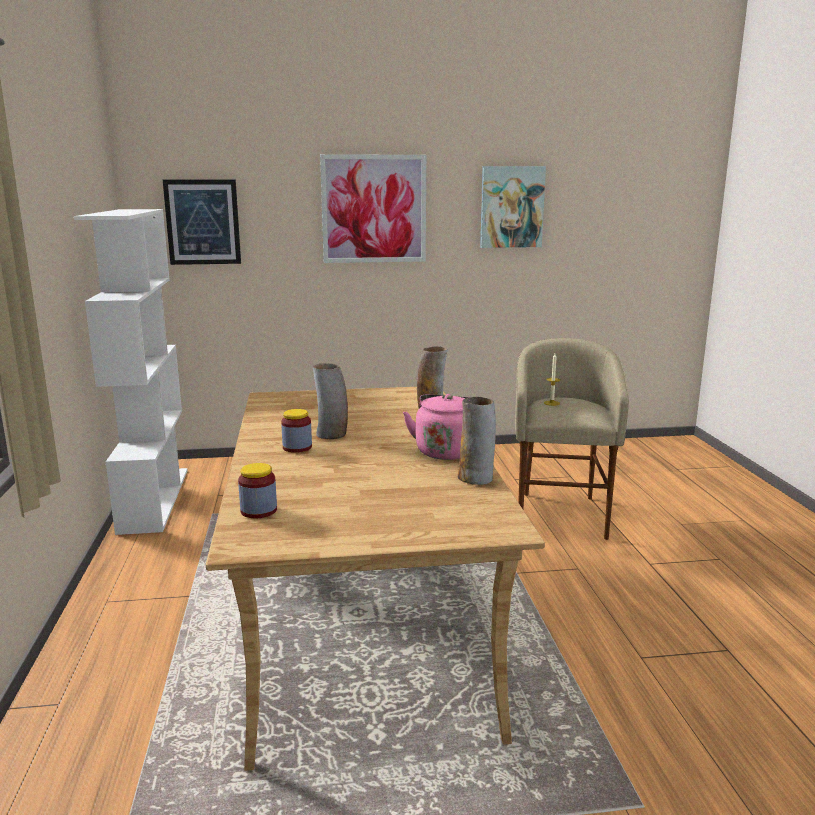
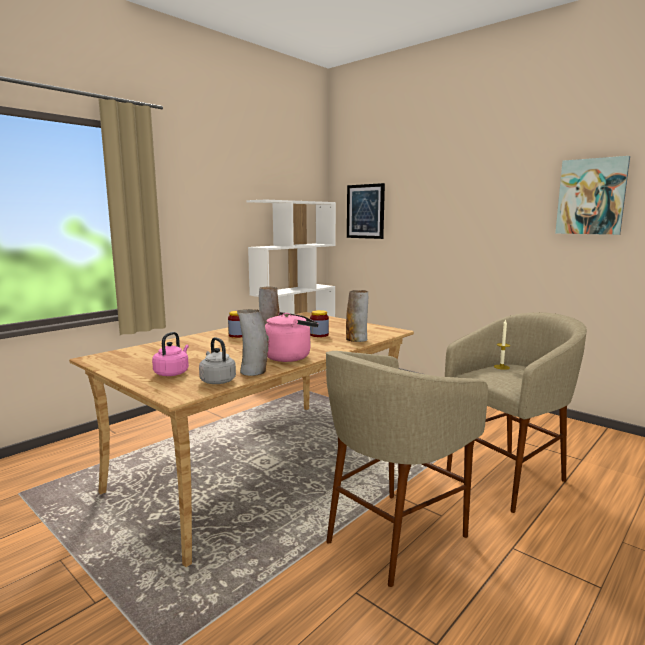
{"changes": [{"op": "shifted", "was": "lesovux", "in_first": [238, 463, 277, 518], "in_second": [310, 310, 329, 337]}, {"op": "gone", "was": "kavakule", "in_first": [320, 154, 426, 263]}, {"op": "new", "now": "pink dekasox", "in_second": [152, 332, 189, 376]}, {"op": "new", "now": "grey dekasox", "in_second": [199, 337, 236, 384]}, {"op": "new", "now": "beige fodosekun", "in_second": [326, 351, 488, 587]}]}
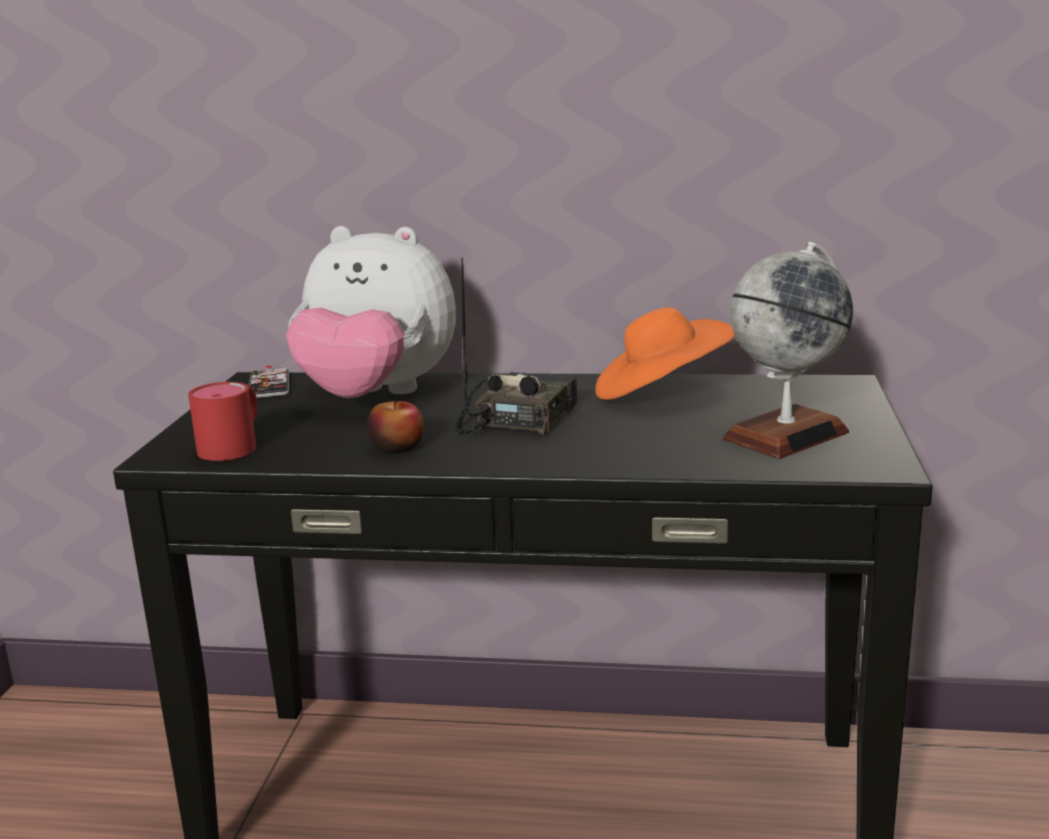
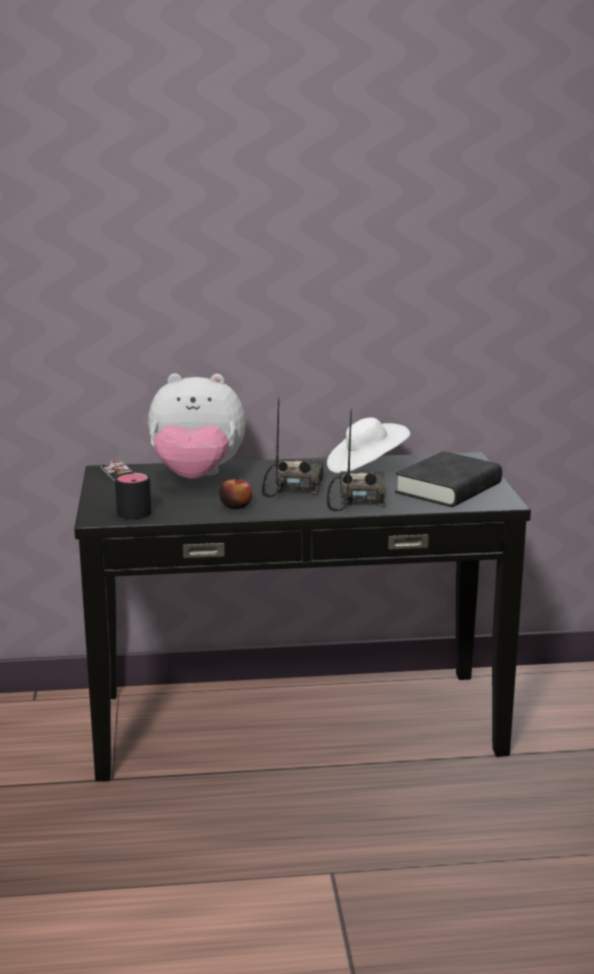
{"changes": [{"op": "repainted", "was": "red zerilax", "now": "black zerilax", "in_first": [188, 382, 258, 461], "in_second": [115, 472, 152, 519]}, {"op": "repainted", "was": "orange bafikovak", "now": "white bafikovak", "in_first": [595, 307, 734, 400], "in_second": [327, 418, 410, 473]}, {"op": "swapped", "was": "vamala", "now": "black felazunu", "in_first": [723, 242, 853, 459], "in_second": [395, 451, 502, 507]}, {"op": "new", "now": "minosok", "in_second": [327, 408, 386, 511]}]}
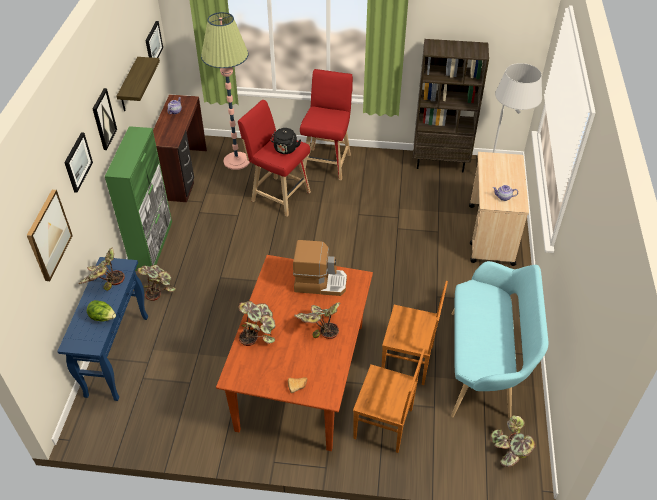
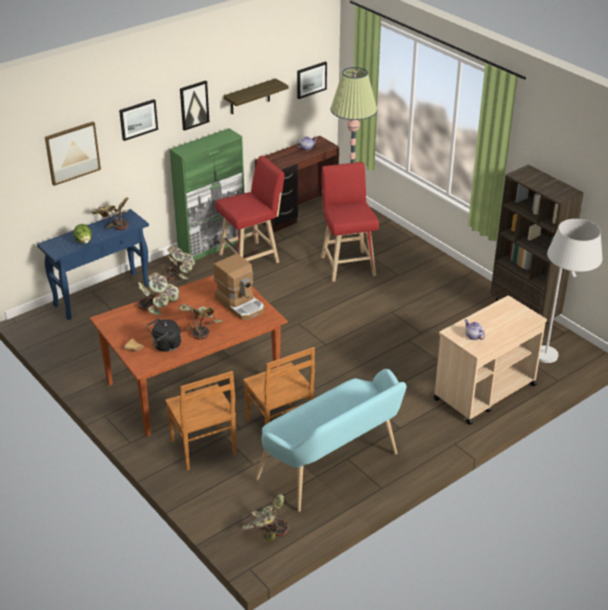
{"changes": [{"op": "shifted", "was": "black dekasox", "in_first": [271, 128, 301, 154], "in_second": [146, 318, 181, 352]}, {"op": "shifted", "was": "red fodosekun", "in_first": [300, 69, 353, 181], "in_second": [215, 156, 285, 263]}]}
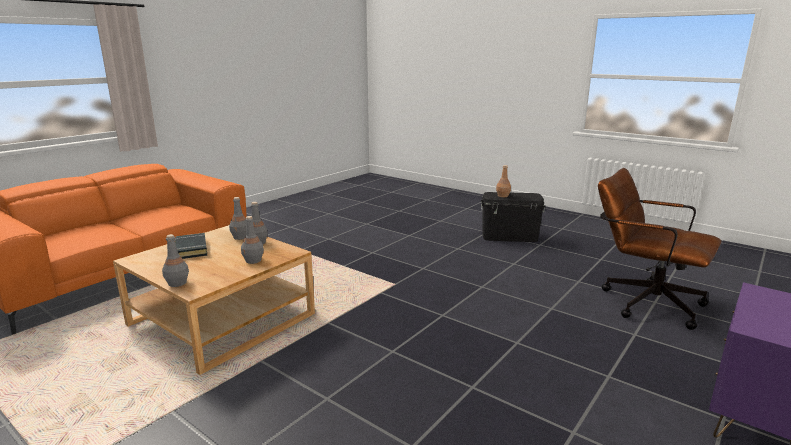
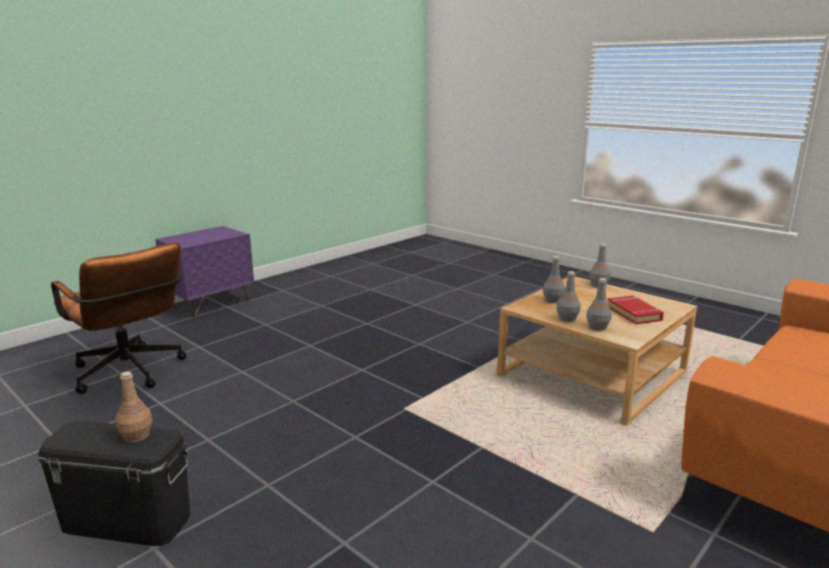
{"changes": [{"op": "repainted", "was": "black felazunu", "now": "red felazunu", "in_first": [175, 233, 207, 259], "in_second": [607, 296, 664, 324]}]}
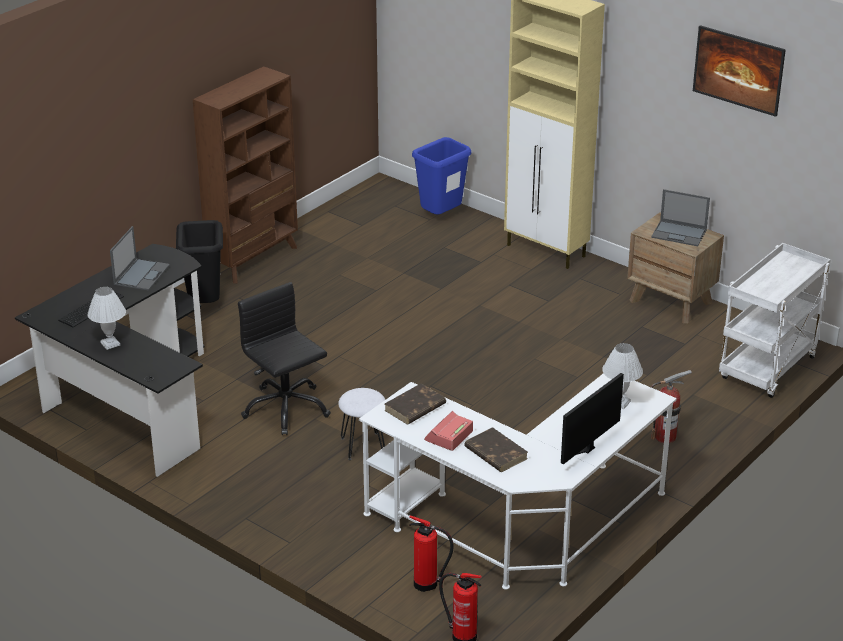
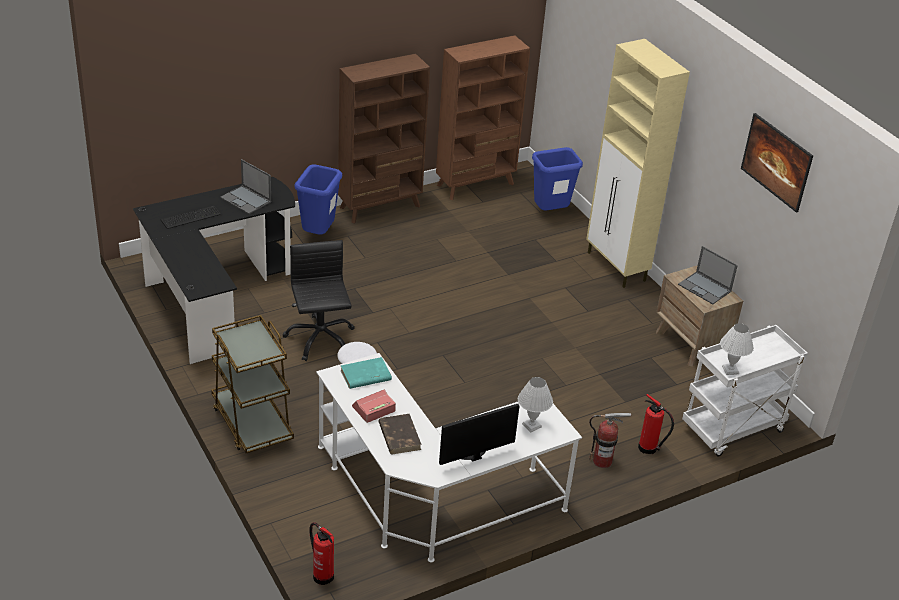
{"changes": [{"op": "shifted", "was": "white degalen", "in_first": [87, 287, 126, 350], "in_second": [720, 323, 754, 375]}, {"op": "rotated", "was": "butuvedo", "in_first": [110, 226, 170, 291], "in_second": [220, 159, 271, 214], "clockwise": 90}, {"op": "repainted", "was": "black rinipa", "now": "blue rinipa", "in_first": [176, 220, 223, 303], "in_second": [294, 164, 342, 235]}, {"op": "repainted", "was": "brown felazunu", "now": "turquoise felazunu", "in_first": [384, 383, 446, 425], "in_second": [341, 357, 392, 389]}, {"op": "shifted", "was": "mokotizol", "in_first": [409, 516, 454, 592], "in_second": [638, 394, 674, 454]}, {"op": "new", "now": "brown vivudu", "in_second": [211, 315, 294, 453]}, {"op": "new", "now": "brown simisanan", "in_second": [436, 35, 530, 200]}]}
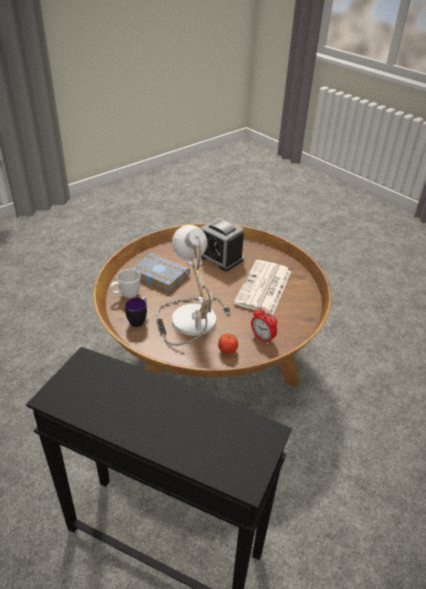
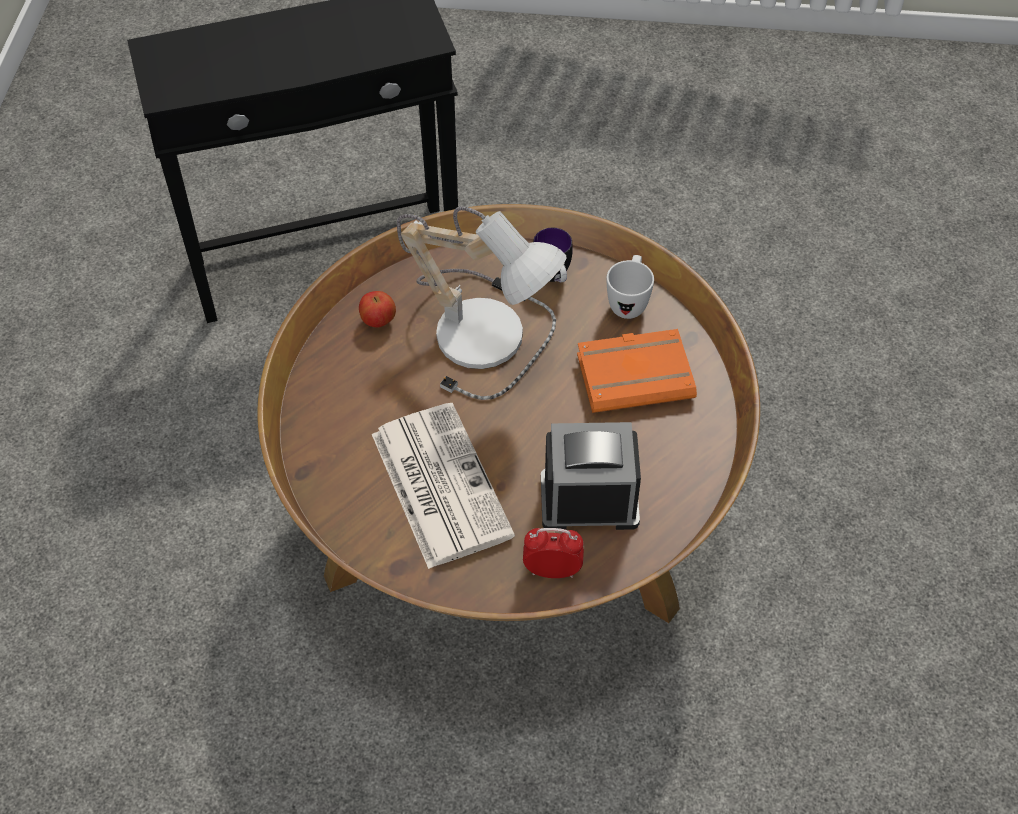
{"changes": [{"op": "repainted", "was": "grey felazunu", "now": "orange felazunu", "in_first": [131, 253, 190, 292], "in_second": [577, 329, 697, 413]}, {"op": "shifted", "was": "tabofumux", "in_first": [251, 307, 277, 344], "in_second": [523, 528, 584, 578]}]}
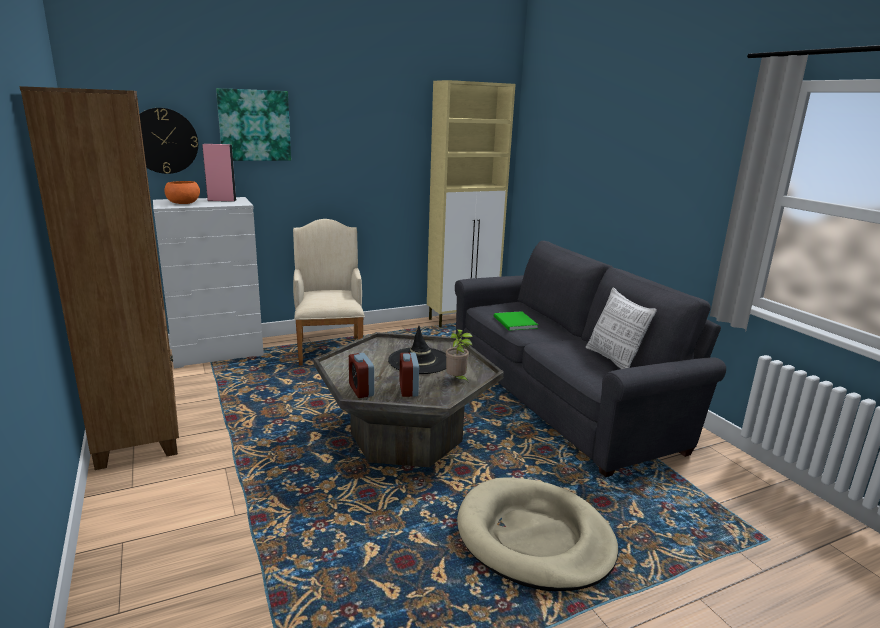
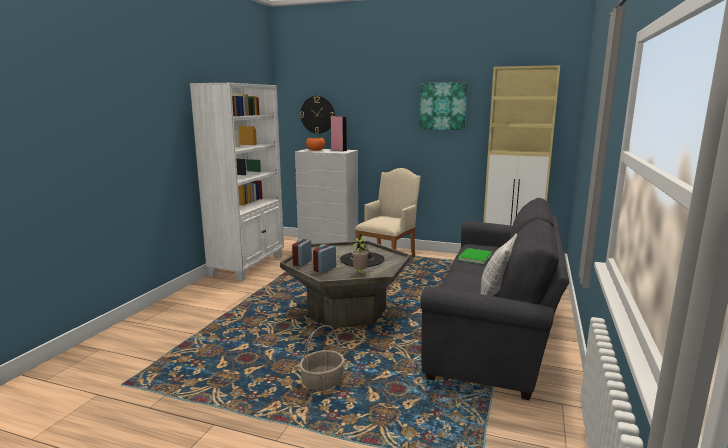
{"changes": [{"op": "repainted", "was": "brown simisanan", "now": "white simisanan", "in_first": [19, 86, 179, 470], "in_second": [190, 83, 284, 281]}, {"op": "shifted", "was": "kavakule", "in_first": [216, 88, 291, 161], "in_second": [420, 82, 467, 130]}, {"op": "swapped", "was": "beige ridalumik", "now": "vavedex", "in_first": [457, 477, 619, 591], "in_second": [299, 325, 345, 391]}]}
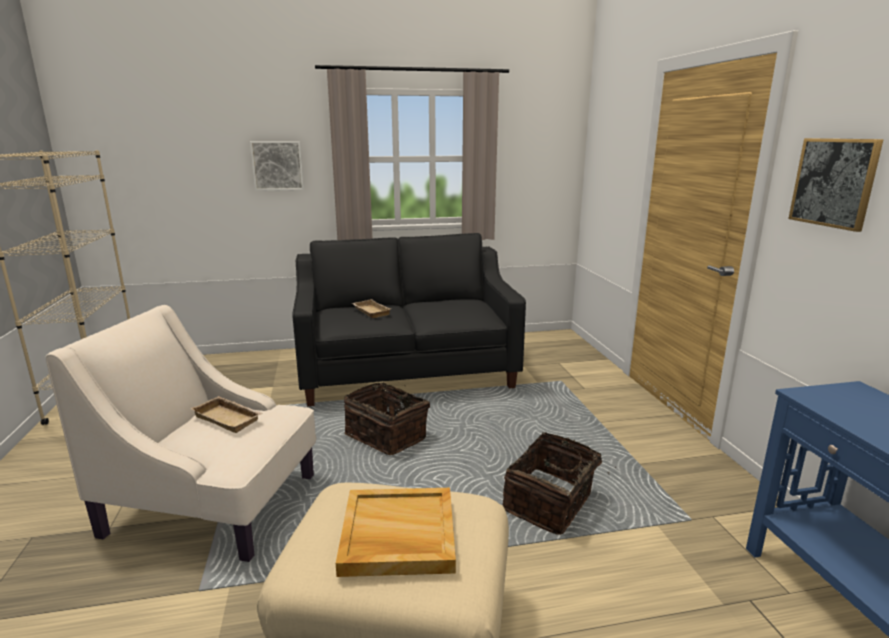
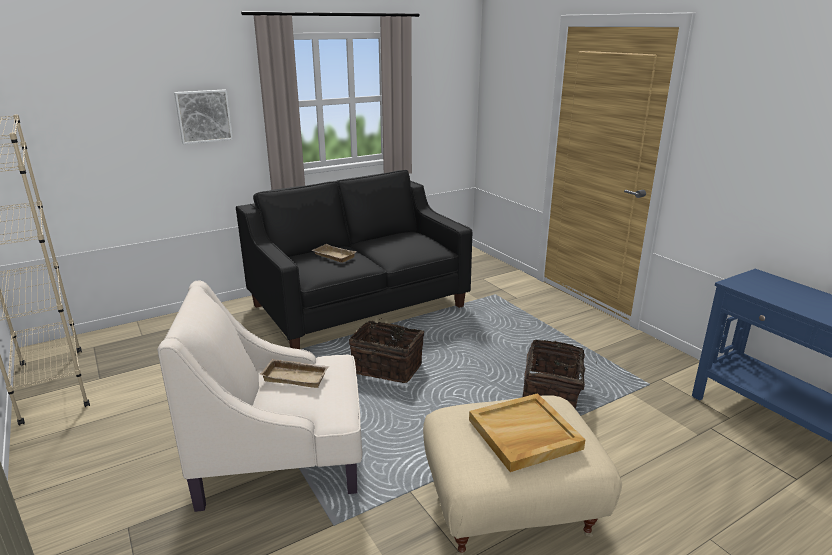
{"changes": [{"op": "gone", "was": "kavakule", "in_first": [788, 138, 884, 232]}]}
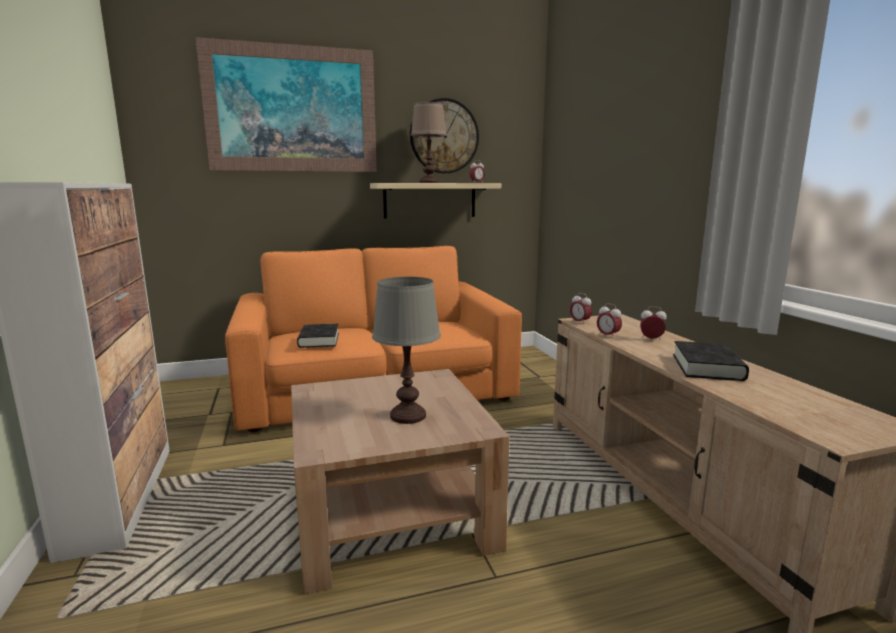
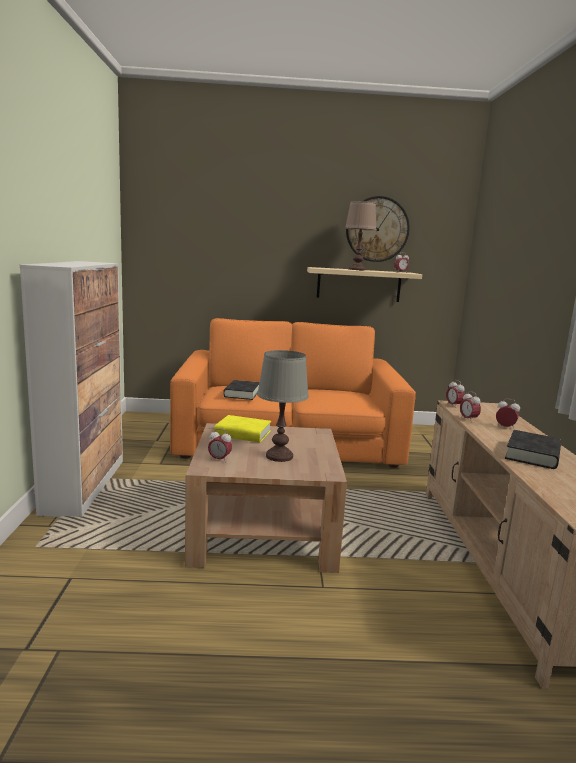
{"changes": [{"op": "gone", "was": "kavakule", "in_first": [195, 37, 377, 172]}, {"op": "new", "now": "tabofumux", "in_second": [208, 429, 232, 462]}, {"op": "new", "now": "yellow felazunu", "in_second": [214, 415, 271, 442]}]}
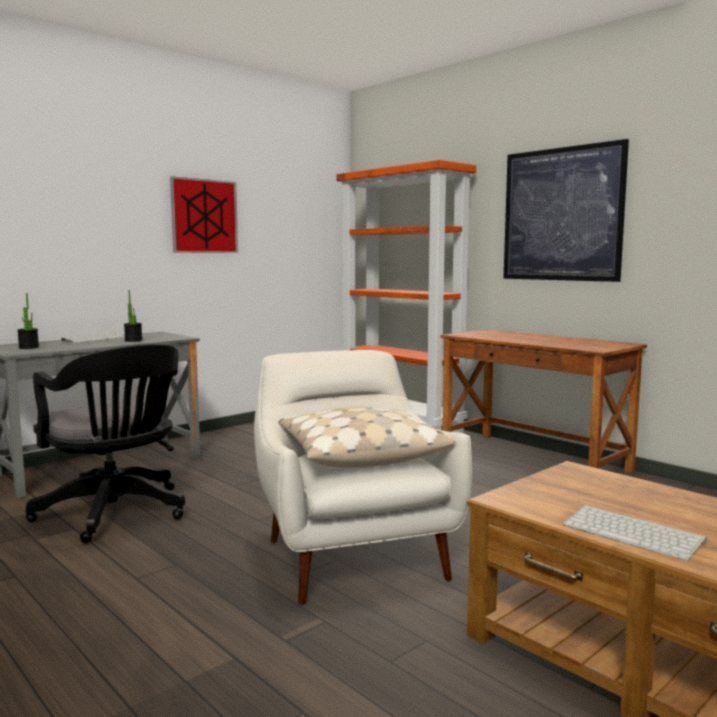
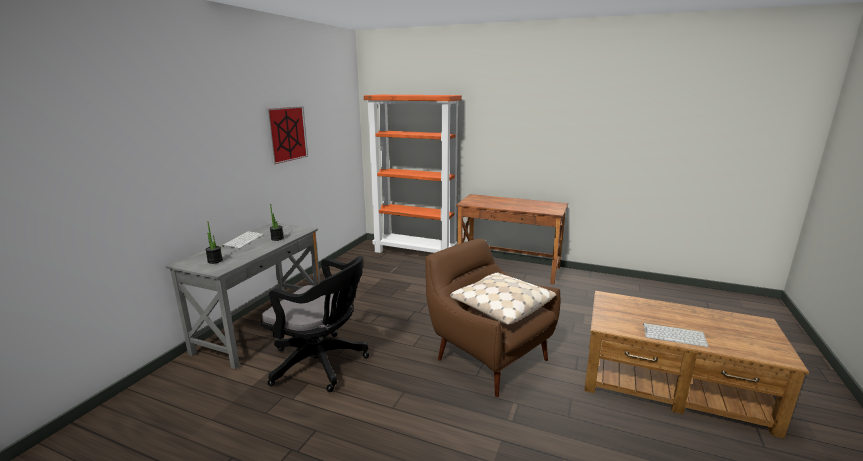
{"changes": [{"op": "repainted", "was": "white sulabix", "now": "brown sulabix", "in_first": [254, 350, 472, 605], "in_second": [425, 239, 560, 397]}, {"op": "gone", "was": "kavakule", "in_first": [504, 139, 629, 282]}]}
